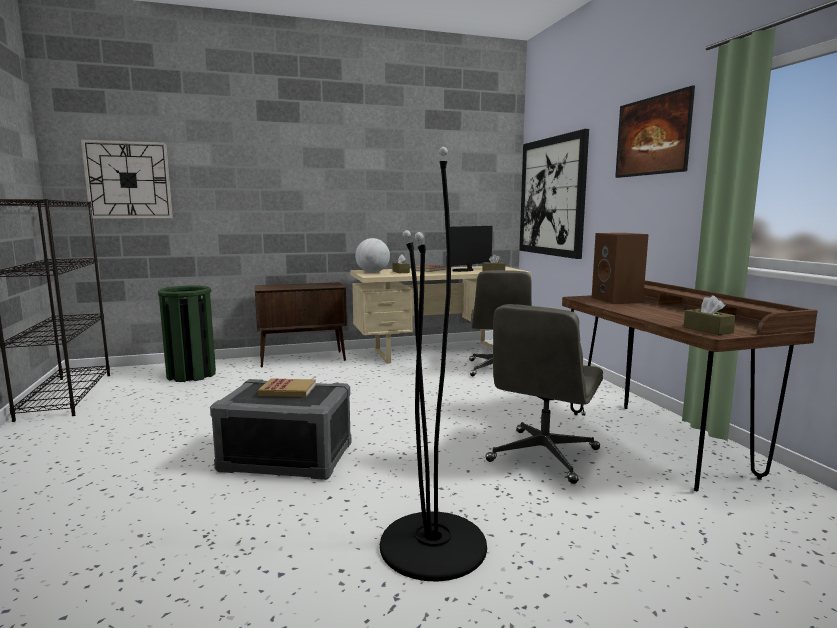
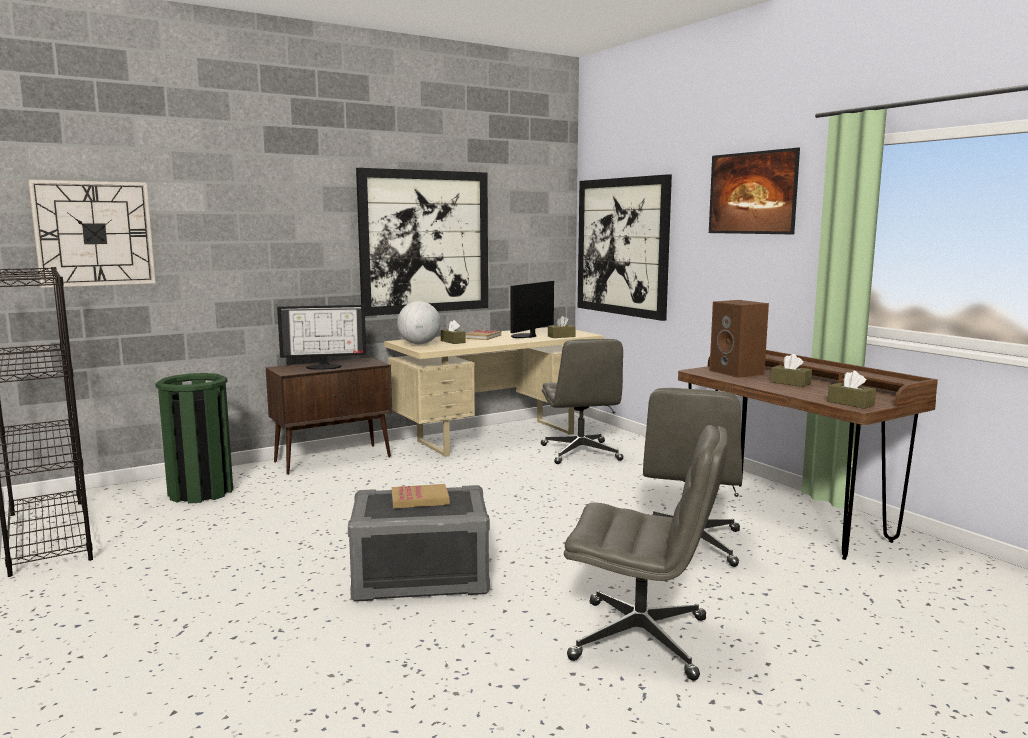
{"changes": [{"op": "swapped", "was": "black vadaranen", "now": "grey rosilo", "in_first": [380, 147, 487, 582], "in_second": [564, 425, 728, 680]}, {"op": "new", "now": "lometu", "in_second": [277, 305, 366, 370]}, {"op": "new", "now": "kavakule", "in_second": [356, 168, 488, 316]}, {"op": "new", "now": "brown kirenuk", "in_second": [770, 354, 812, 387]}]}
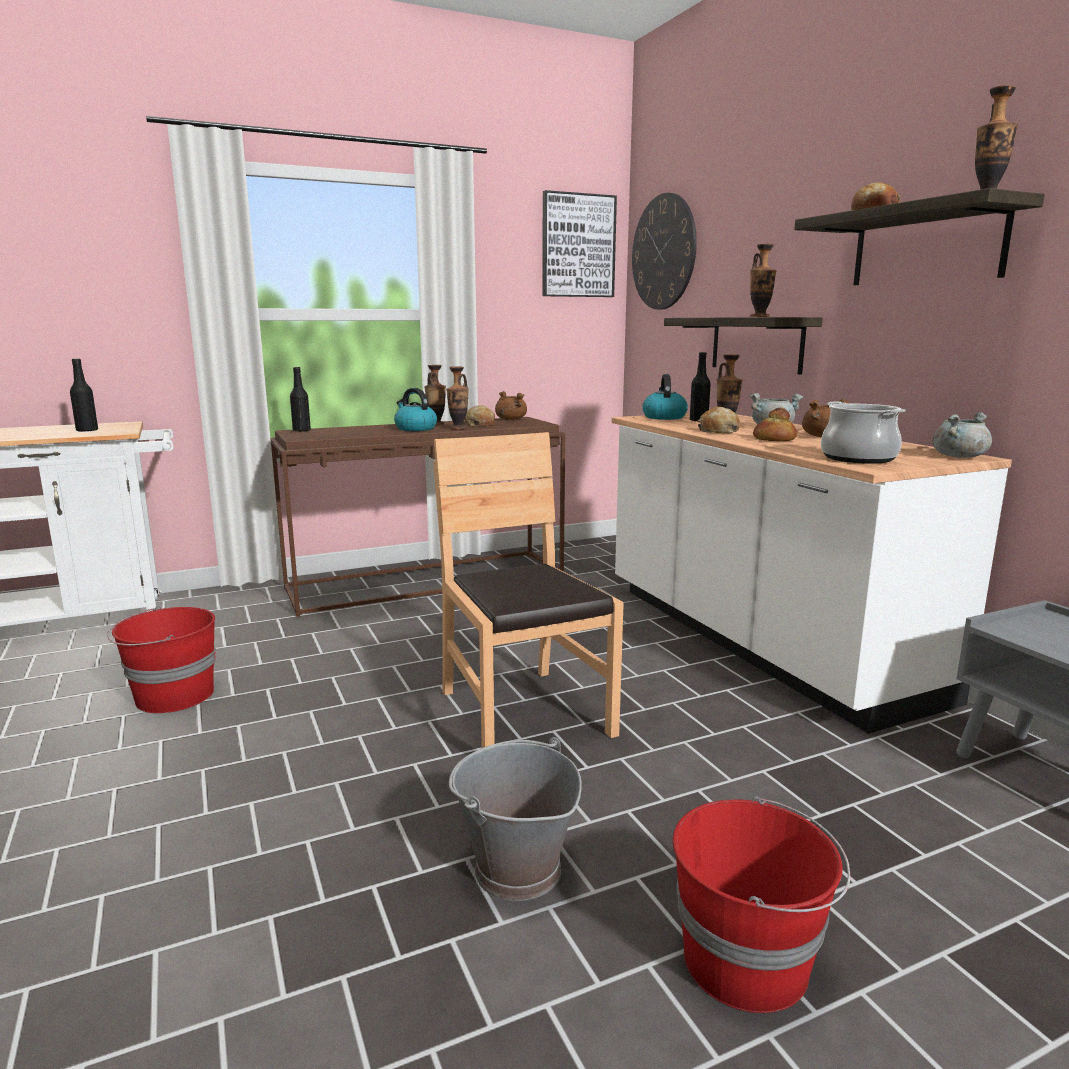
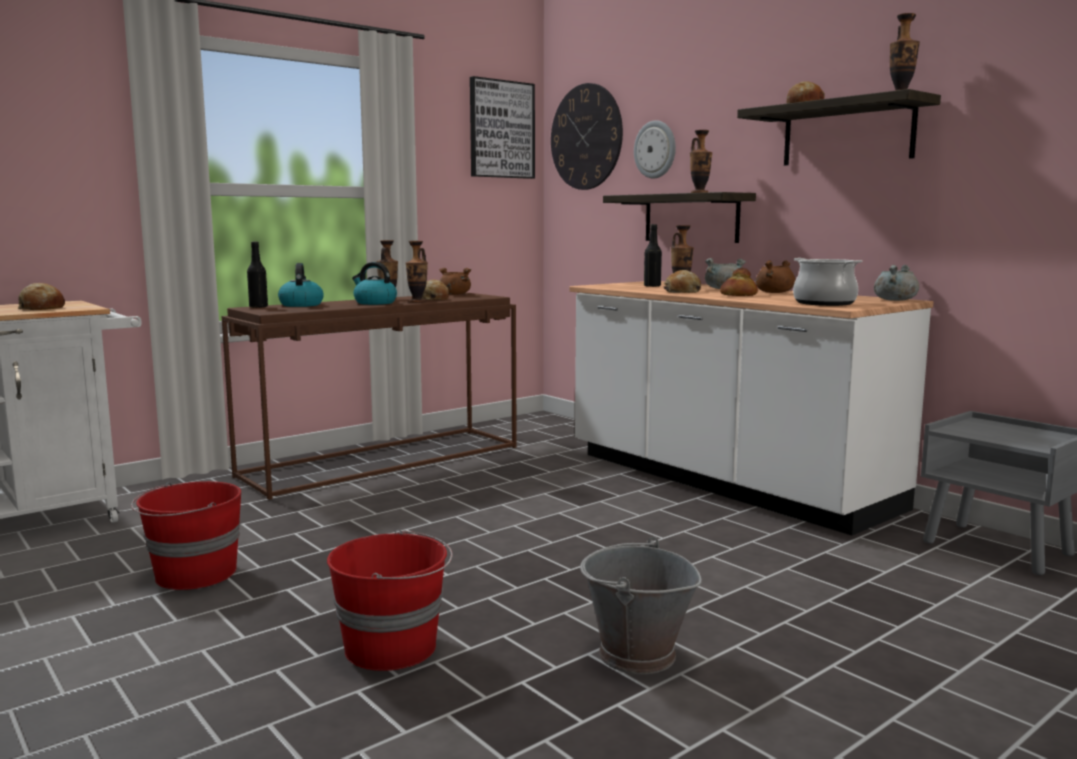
{"changes": [{"op": "swapped", "was": "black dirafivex", "now": "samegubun", "in_first": [70, 359, 98, 432], "in_second": [18, 283, 65, 310]}, {"op": "gone", "was": "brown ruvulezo", "in_first": [434, 432, 624, 748]}, {"op": "shifted", "was": "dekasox", "in_first": [642, 374, 688, 420], "in_second": [278, 263, 324, 307]}, {"op": "shifted", "was": "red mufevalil", "in_first": [673, 796, 851, 1013], "in_second": [327, 529, 453, 671]}, {"op": "new", "now": "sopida", "in_second": [634, 120, 676, 179]}]}
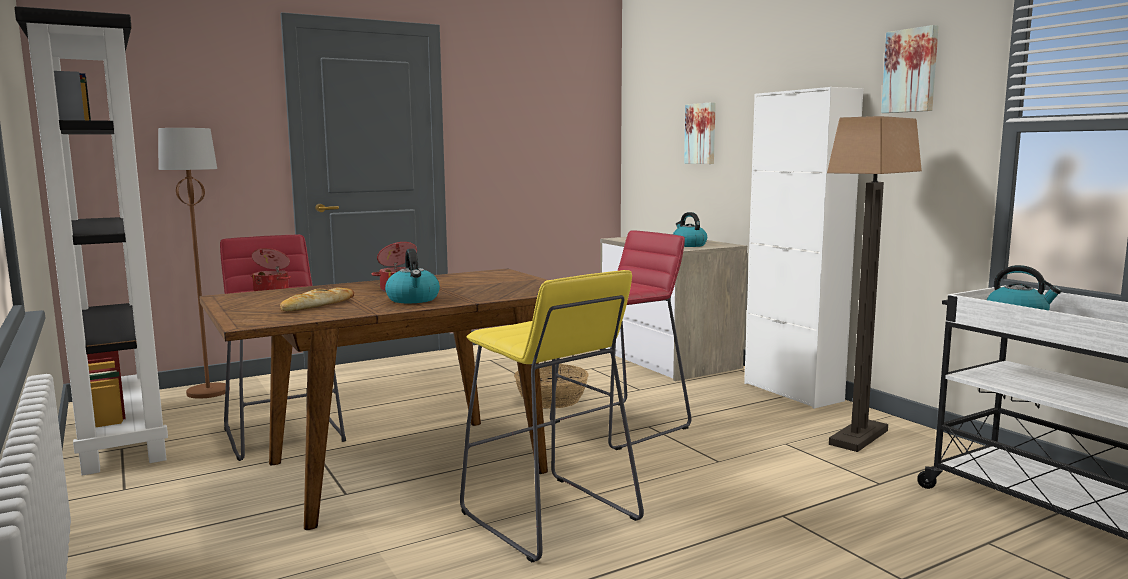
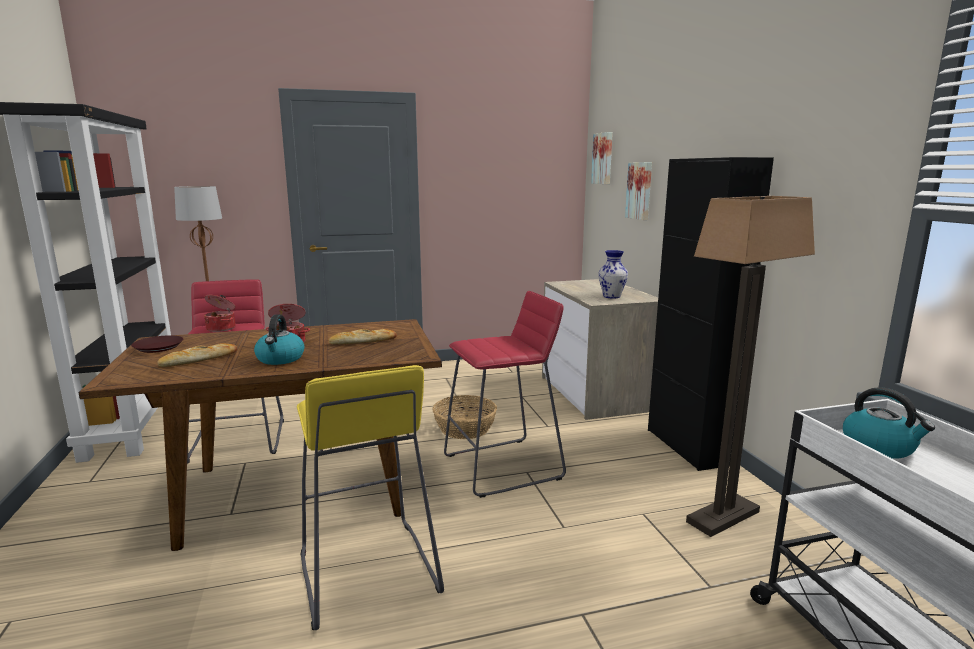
{"changes": [{"op": "swapped", "was": "dekasox", "now": "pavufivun", "in_first": [673, 212, 707, 247], "in_second": [598, 250, 628, 299]}, {"op": "repainted", "was": "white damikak", "now": "black damikak", "in_first": [744, 87, 863, 409], "in_second": [648, 157, 774, 471]}, {"op": "shifted", "was": "kavakule", "in_first": [881, 25, 939, 113], "in_second": [591, 132, 613, 184]}, {"op": "new", "now": "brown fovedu", "in_second": [131, 335, 183, 353]}, {"op": "new", "now": "samegubun", "in_second": [329, 329, 397, 345]}]}
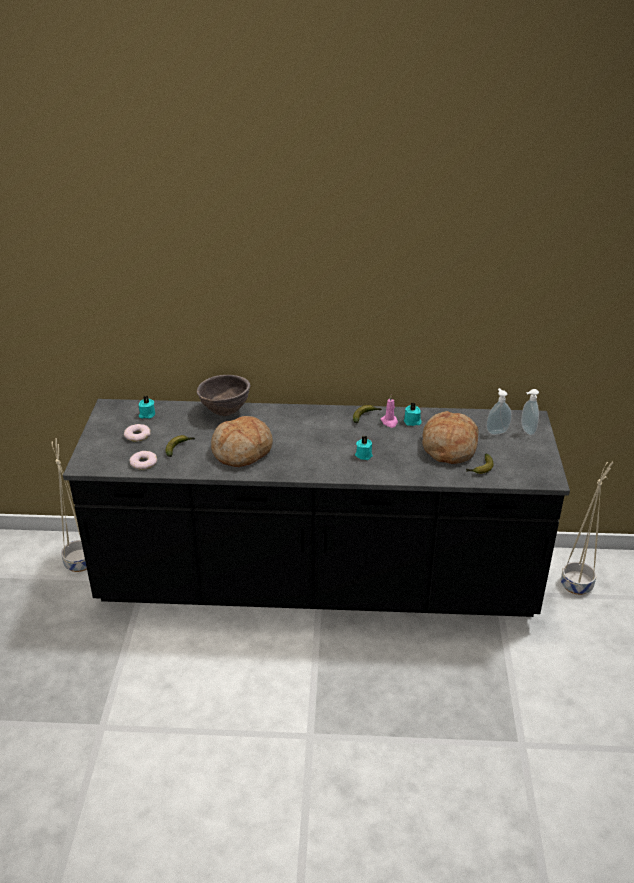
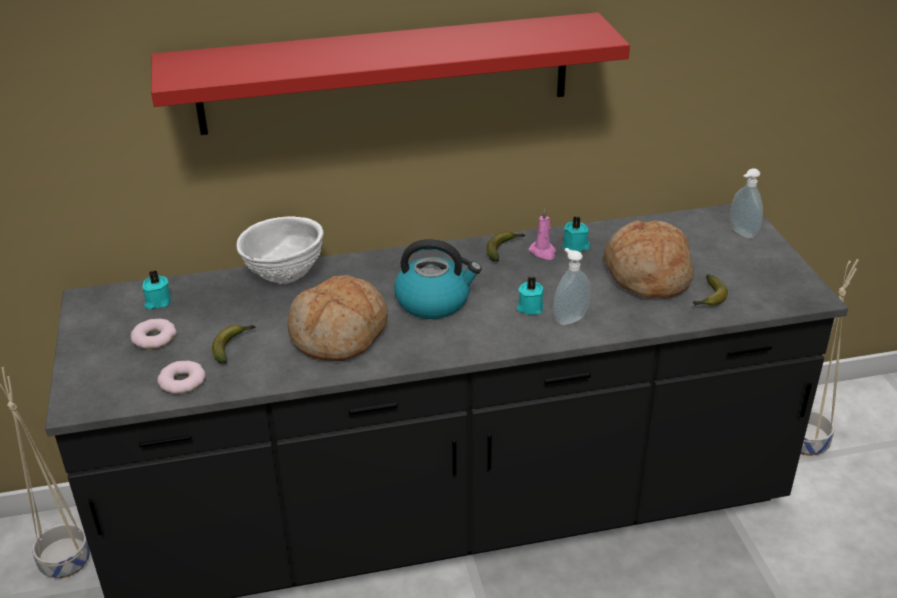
{"changes": [{"op": "repainted", "was": "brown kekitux", "now": "white kekitux", "in_first": [197, 375, 250, 416], "in_second": [236, 217, 323, 284]}, {"op": "shifted", "was": "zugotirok", "in_first": [486, 388, 512, 435], "in_second": [553, 248, 591, 325]}, {"op": "new", "now": "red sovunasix", "in_second": [151, 12, 630, 135]}, {"op": "new", "now": "dekasox", "in_second": [394, 239, 482, 319]}]}
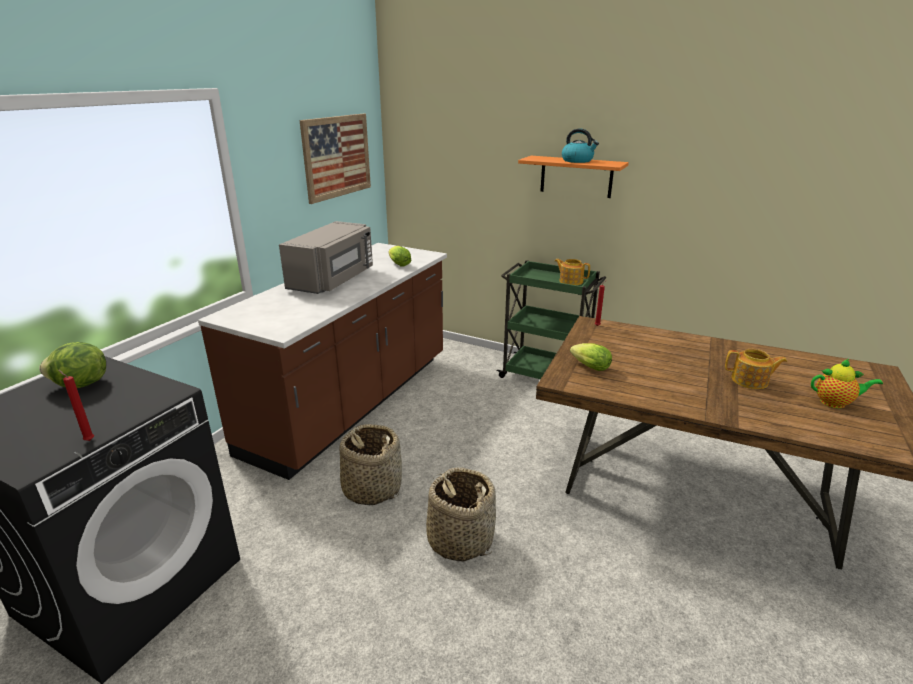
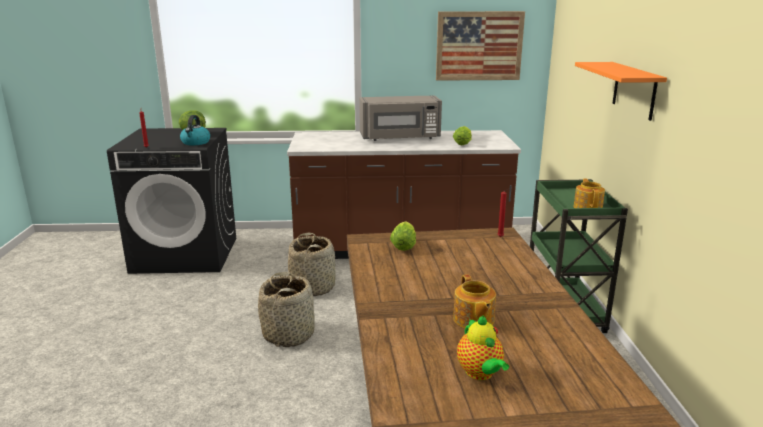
{"changes": [{"op": "shifted", "was": "dekasox", "in_first": [562, 129, 599, 163], "in_second": [180, 115, 210, 145]}]}
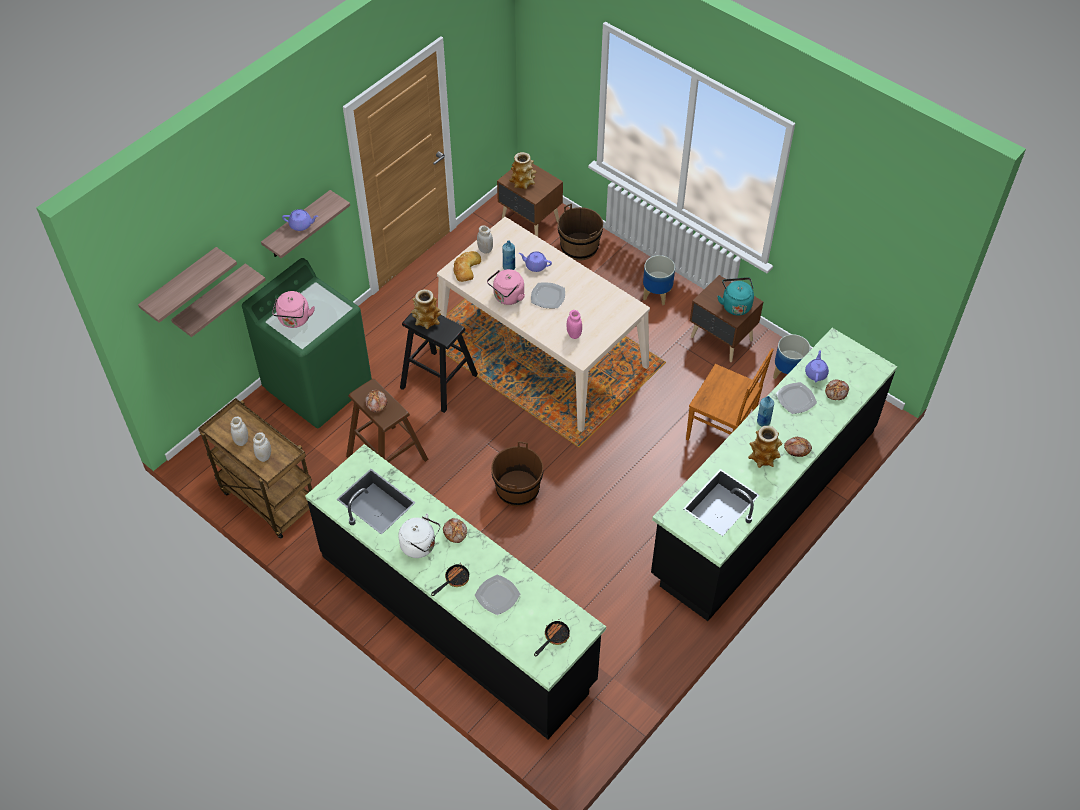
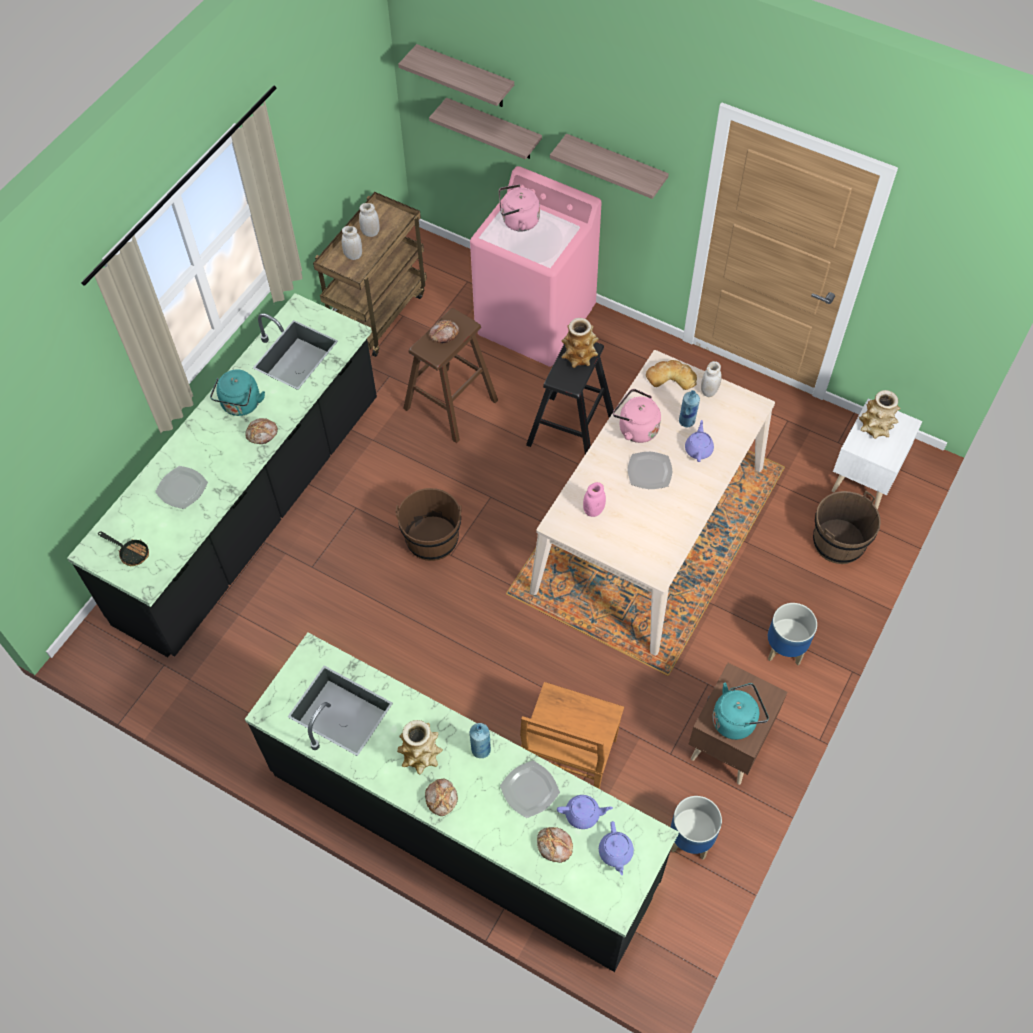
{"changes": [{"op": "repainted", "was": "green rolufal", "now": "pink rolufal", "in_first": [242, 258, 372, 428], "in_second": [470, 166, 602, 367]}, {"op": "shifted", "was": "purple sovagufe", "in_first": [282, 209, 318, 231], "in_second": [599, 821, 634, 875]}, {"op": "repainted", "was": "white dekasox", "now": "turquoise dekasox", "in_first": [398, 513, 440, 558], "in_second": [210, 369, 265, 416]}, {"op": "gone", "was": "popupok", "in_first": [431, 563, 470, 596]}, {"op": "repainted", "was": "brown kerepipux", "now": "white kerepipux", "in_first": [497, 163, 563, 237], "in_second": [832, 399, 923, 510]}]}
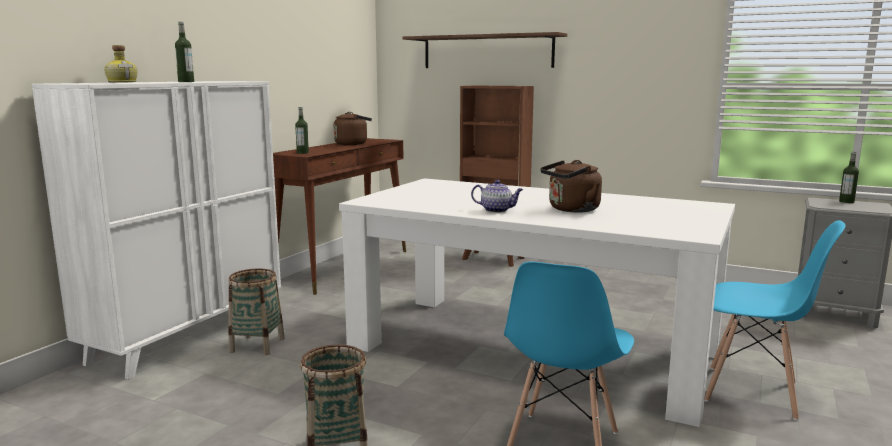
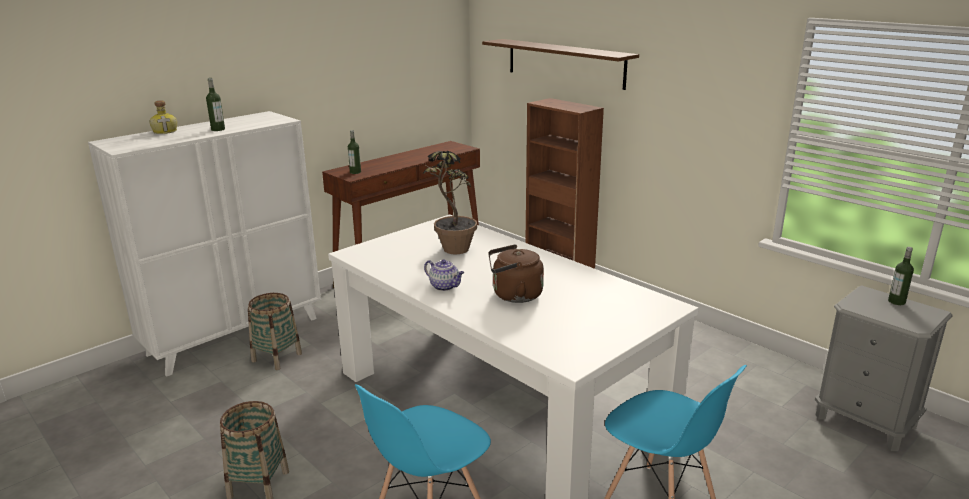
{"changes": [{"op": "gone", "was": "brown dekasox", "in_first": [333, 112, 372, 145]}, {"op": "new", "now": "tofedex", "in_second": [423, 151, 477, 254]}]}
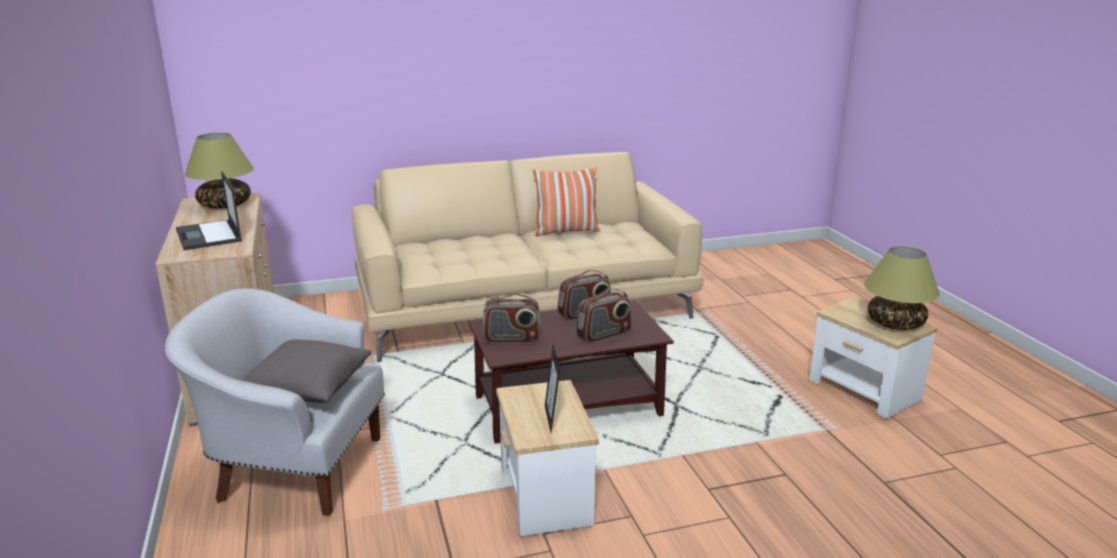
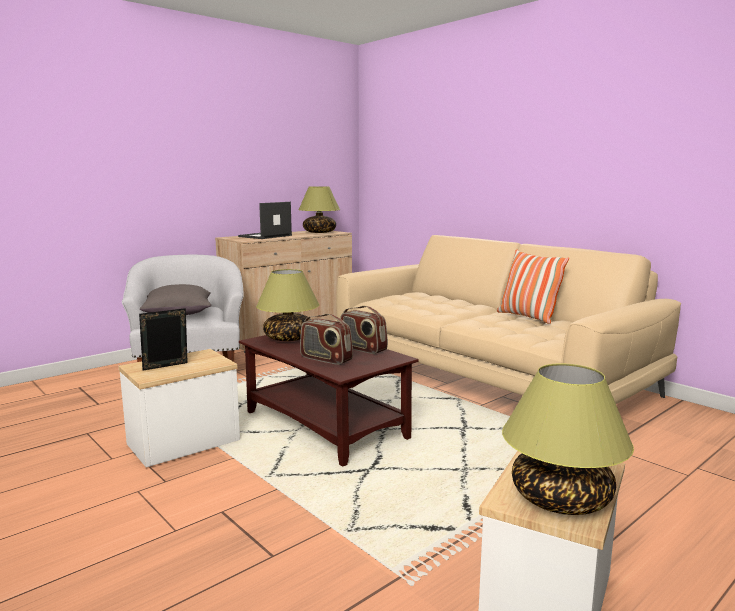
{"changes": [{"op": "swapped", "was": "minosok", "now": "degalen", "in_first": [482, 294, 542, 343], "in_second": [256, 269, 320, 341]}]}
